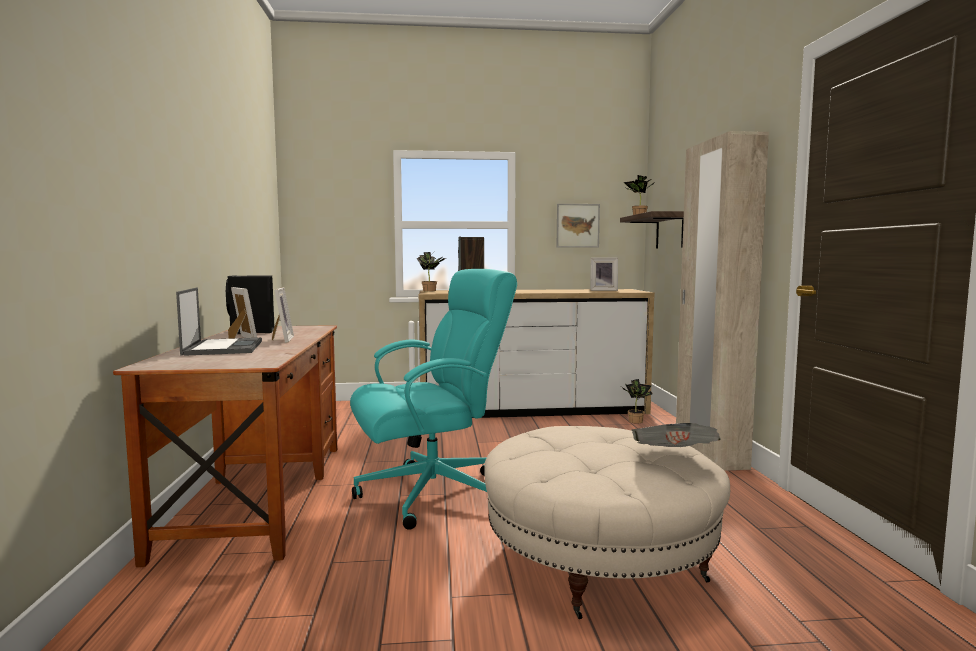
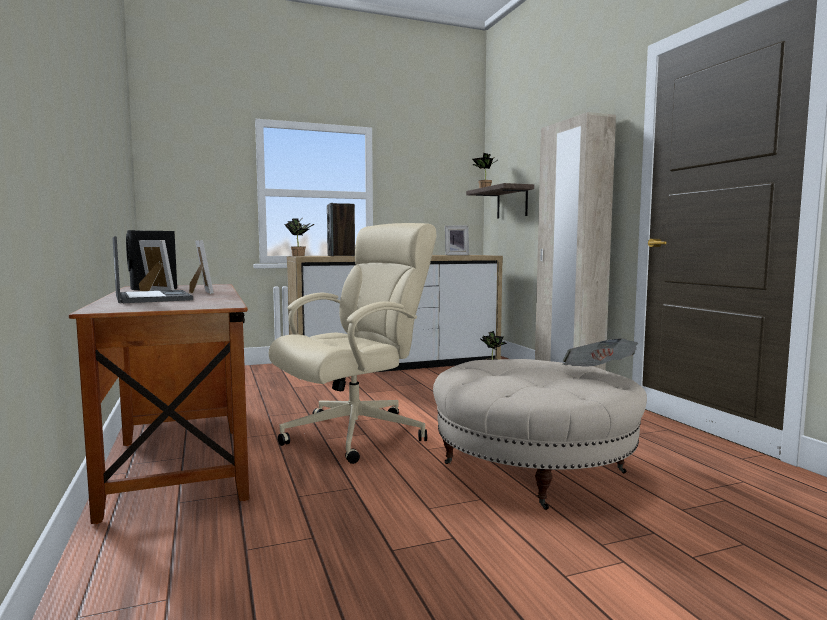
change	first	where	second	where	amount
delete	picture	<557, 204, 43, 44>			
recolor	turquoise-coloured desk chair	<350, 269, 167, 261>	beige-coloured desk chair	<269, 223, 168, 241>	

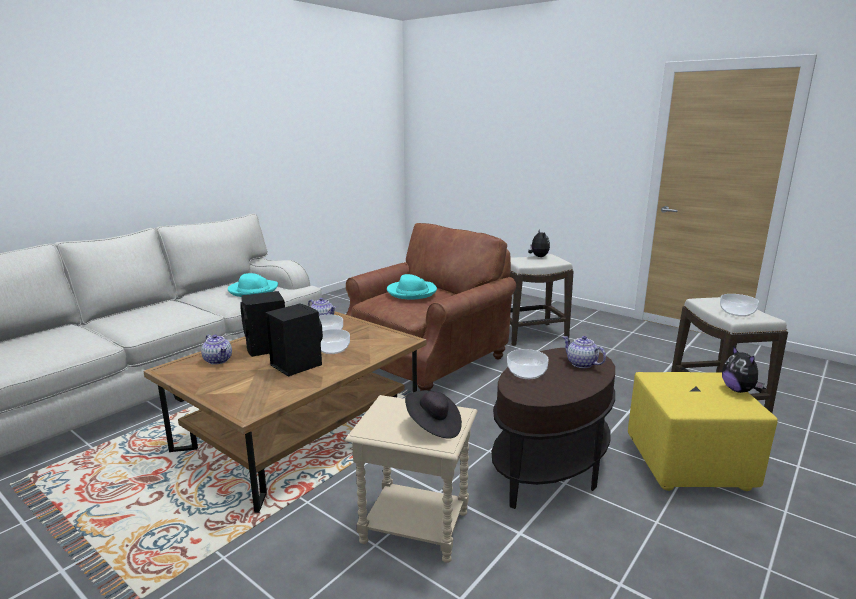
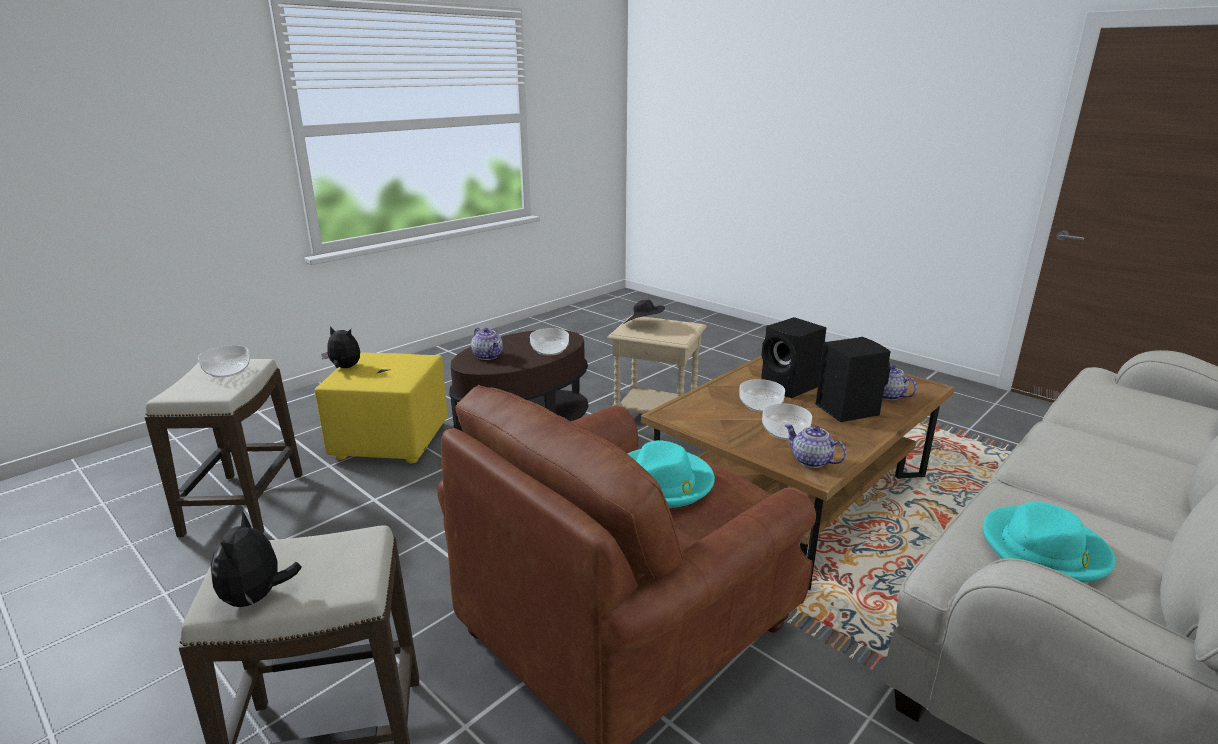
change	first	where	second	where	amount
rotate	cuddly toy	<722, 346, 42, 47>		<321, 326, 39, 42>	60 degrees counterclockwise

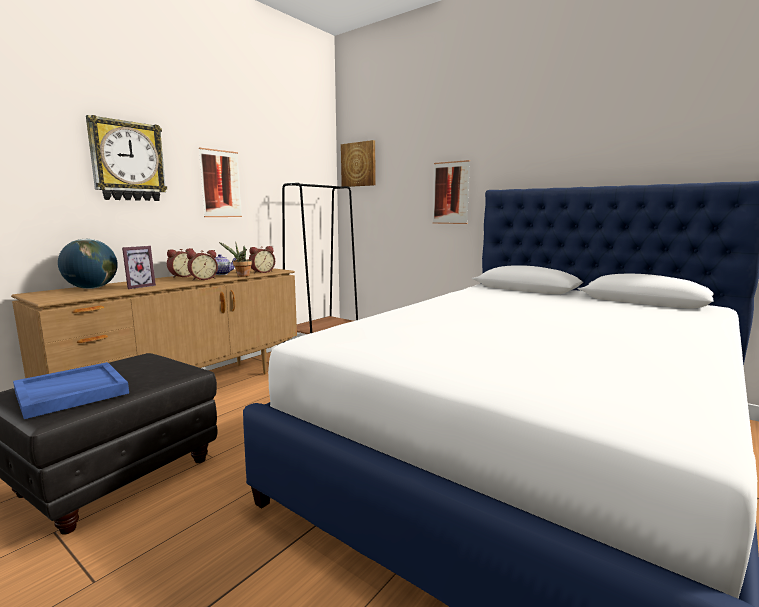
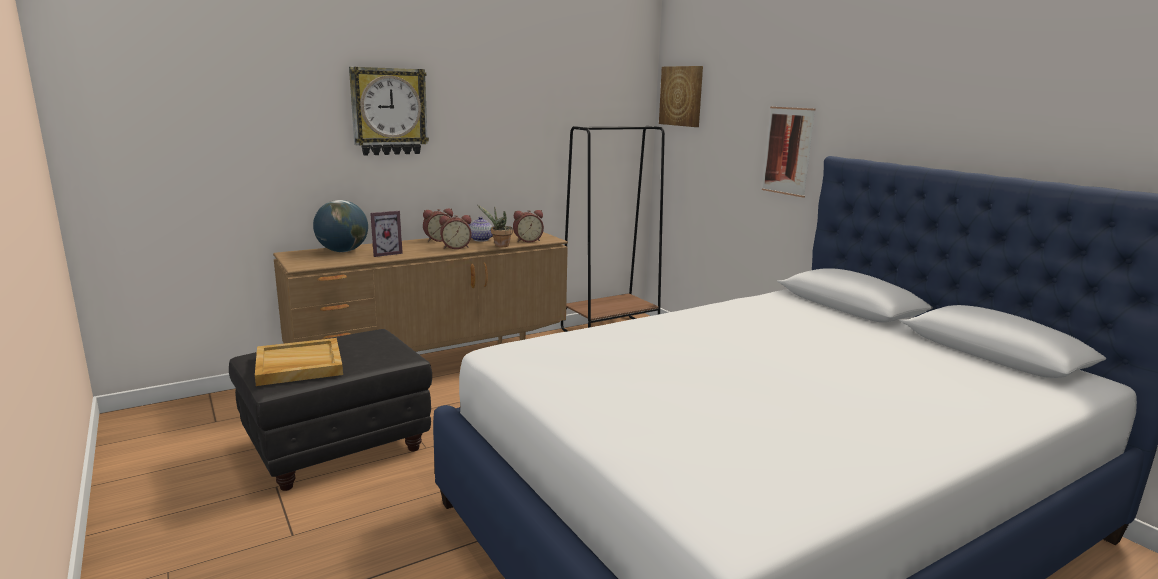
change	first	where	second	where	amount
delete	picture	<199, 148, 43, 69>			
recolor	bluish carrying tray	<13, 362, 116, 57>	beige-coloured carrying tray	<255, 338, 88, 48>	

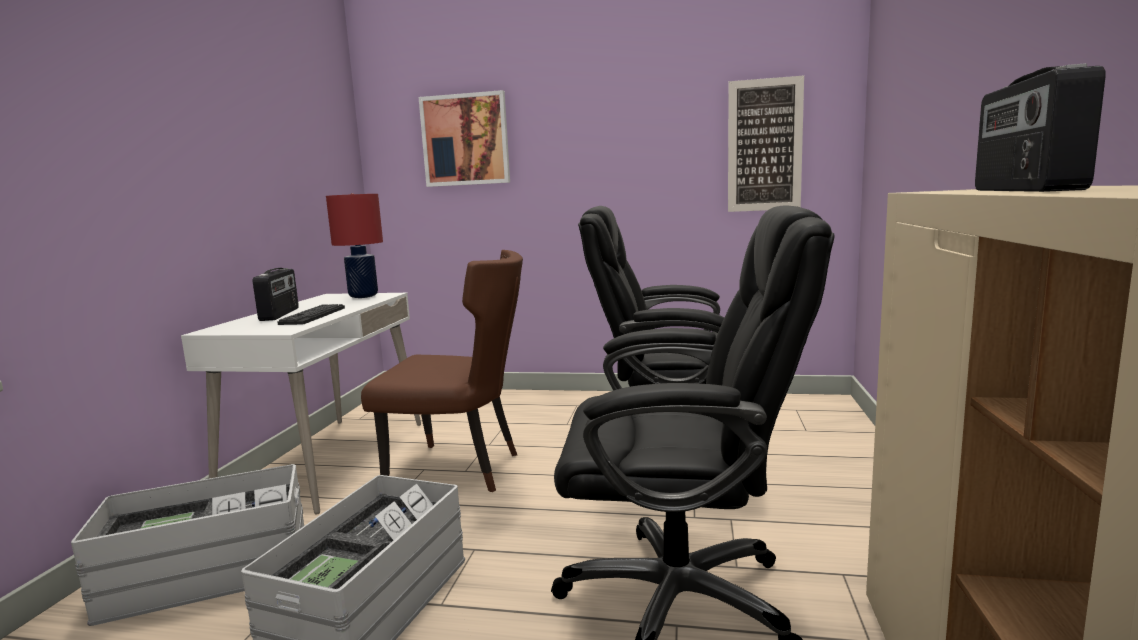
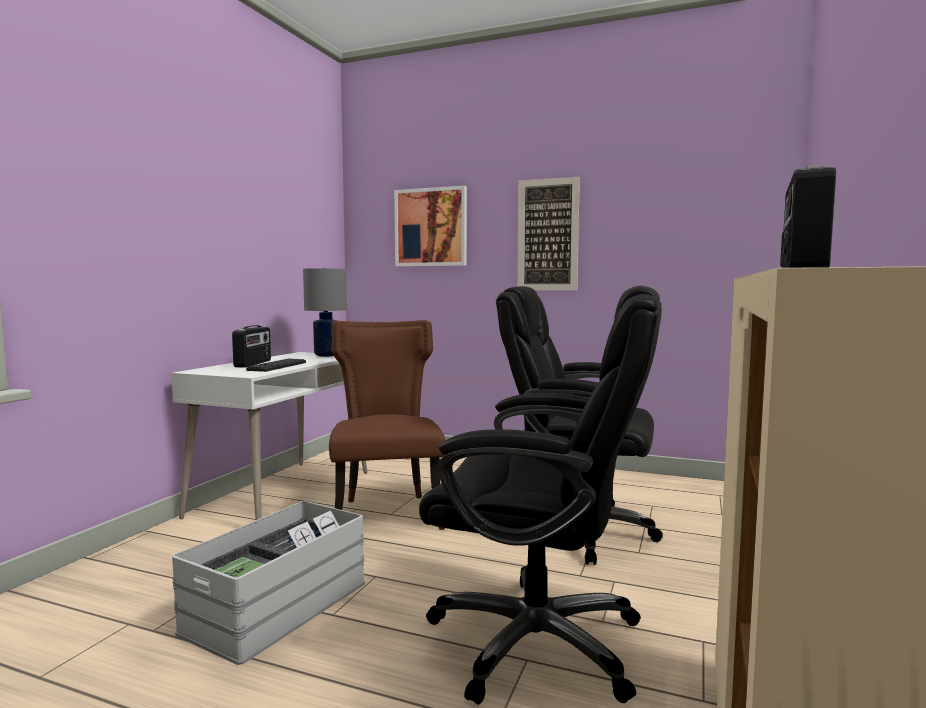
change	first	where	second	where	amount
move	picture	<728, 76, 76, 136>		<517, 177, 63, 114>	
recolor	reddish lamp for a table	<326, 193, 57, 105>	gray lamp for a table	<303, 268, 44, 89>	
rotate	brownish upright chair	<361, 250, 162, 242>		<329, 320, 116, 210>	120 degrees counterclockwise
delete	gray storage bin	<71, 464, 233, 162>			

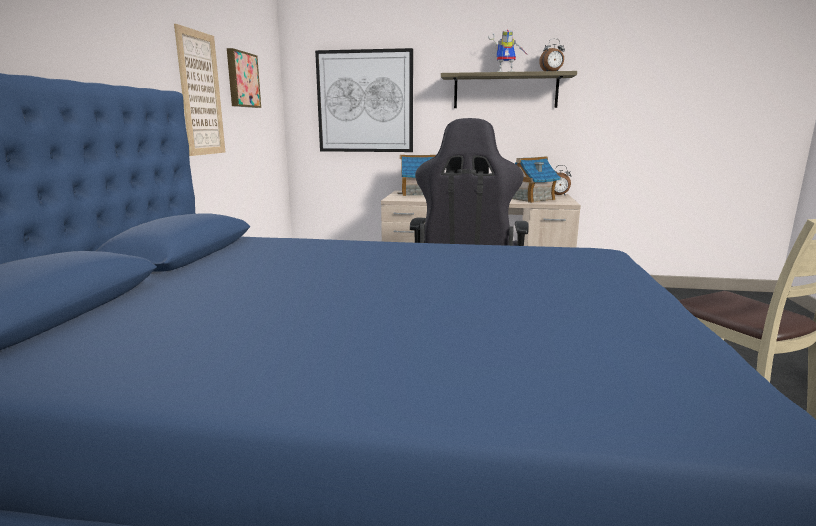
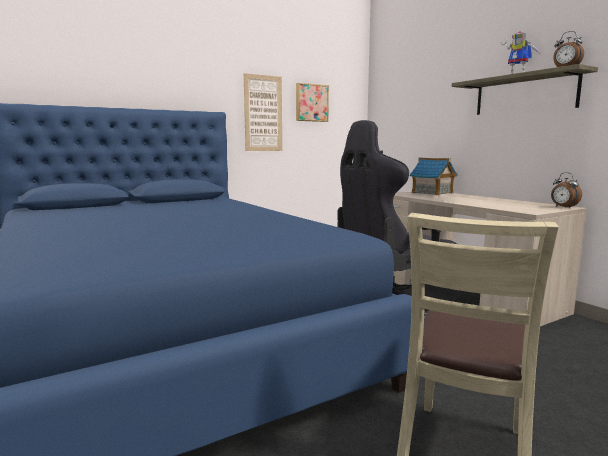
change	first	where	second	where	amount
delete	picture	<315, 48, 98, 104>			
delete	model house	<512, 157, 49, 46>			

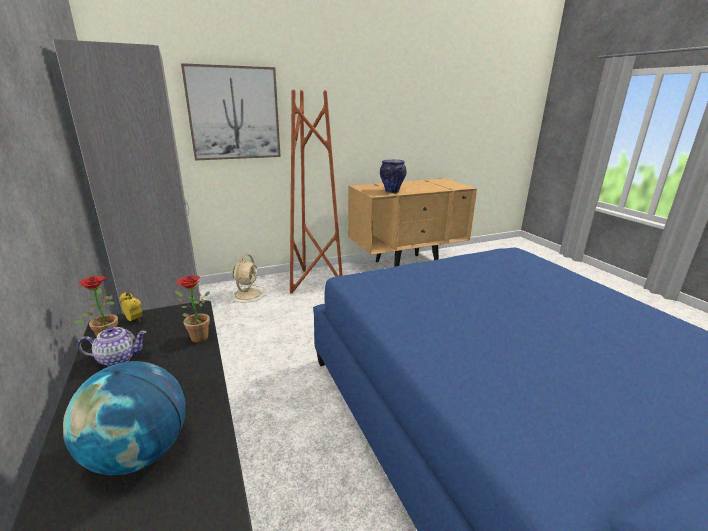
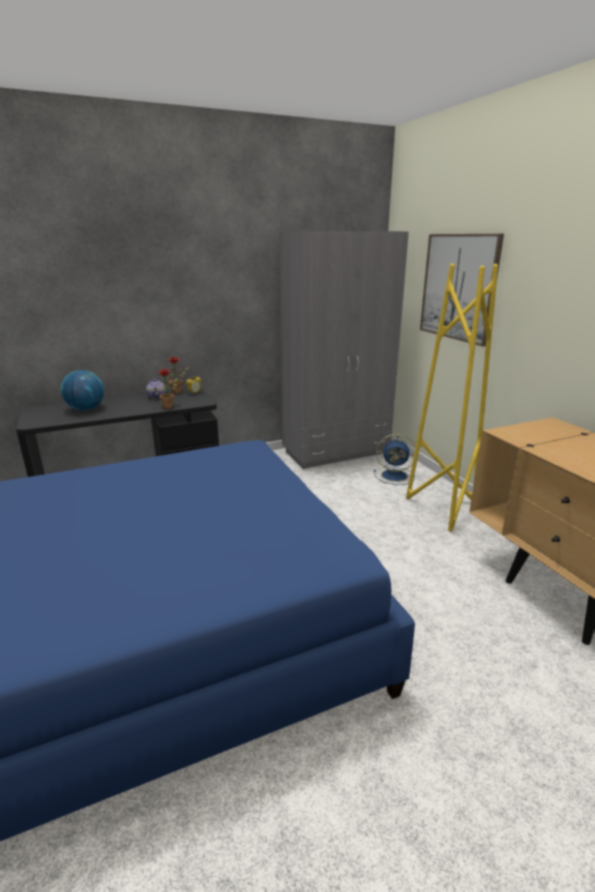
change	first	where	second	where	amount
recolor	brownish clothes rack	<290, 89, 52, 205>	yellow clothes rack	<406, 263, 92, 269>	
delete	decorative vase	<380, 159, 26, 34>			
recolor	beige-coloured fan	<230, 254, 37, 48>	bluish fan	<374, 434, 42, 51>	

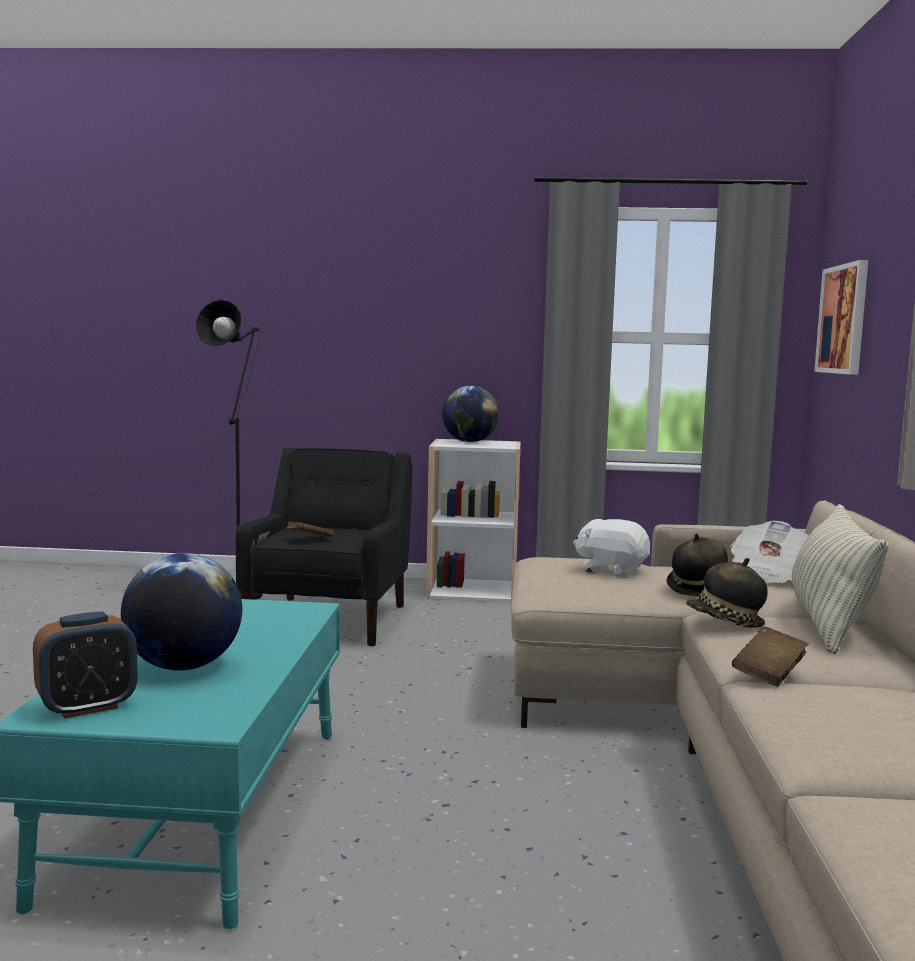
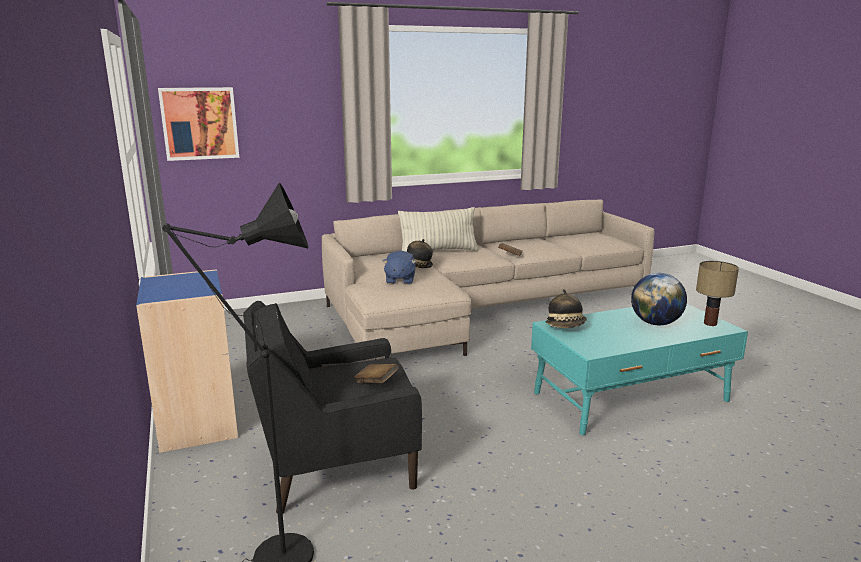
change	first	where	second	where	amount
delete	globe	<442, 386, 57, 56>			
recolor	white-coloured shelving unit	<426, 439, 95, 164>	bluish shelving unit	<136, 269, 102, 184>	
recolor	white-coloured cuddly toy	<573, 519, 77, 58>	bluish cuddly toy	<382, 250, 34, 35>	
delete	printed paper	<730, 521, 79, 62>			
move	clothing hat	<686, 558, 81, 70>		<545, 289, 42, 39>	
replace	alarm clock	<33, 611, 105, 108>	lamp for a table	<696, 261, 43, 65>	

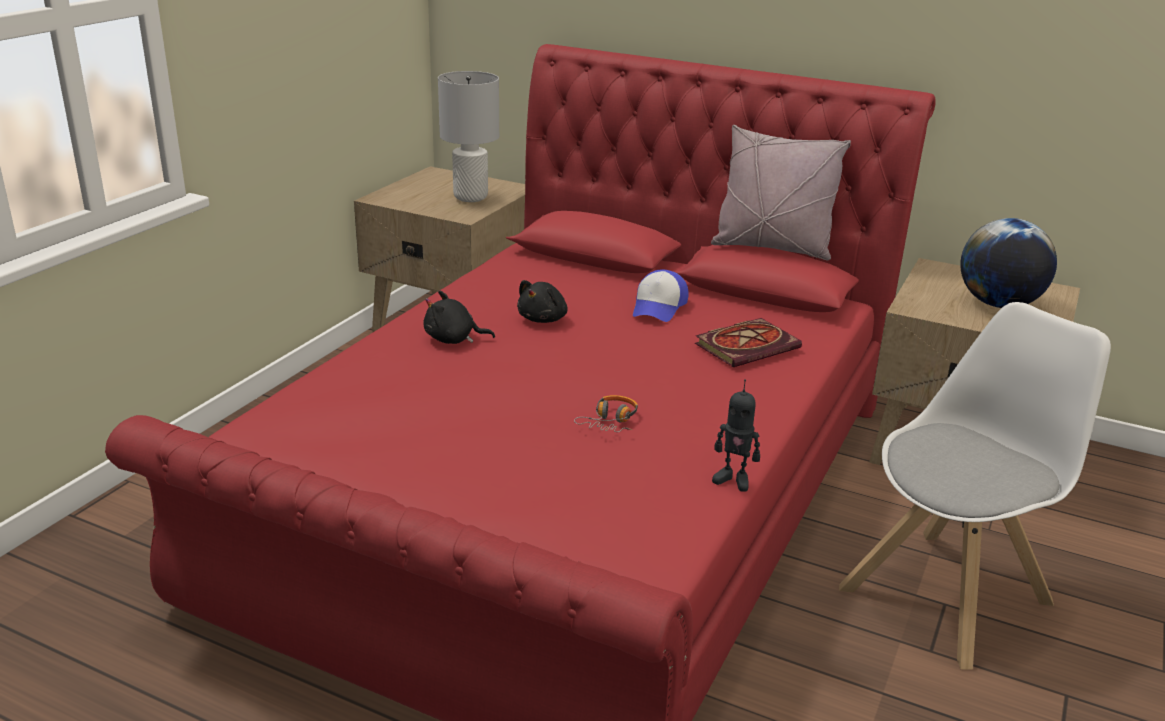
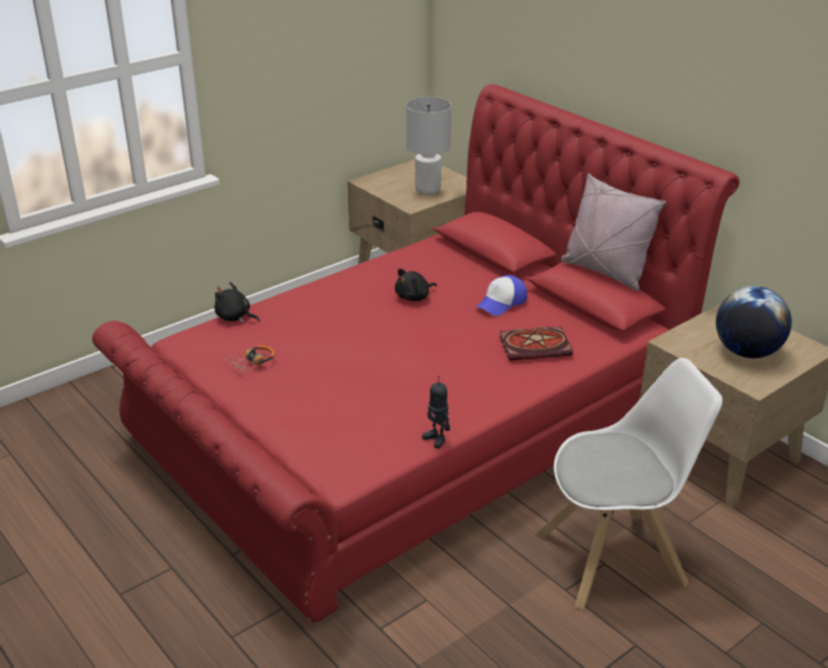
change	first	where	second	where	amount
move	black-coloured cuddly toy	<424, 290, 71, 54>		<214, 282, 46, 41>	
move	headset	<574, 395, 64, 37>		<225, 346, 49, 26>	

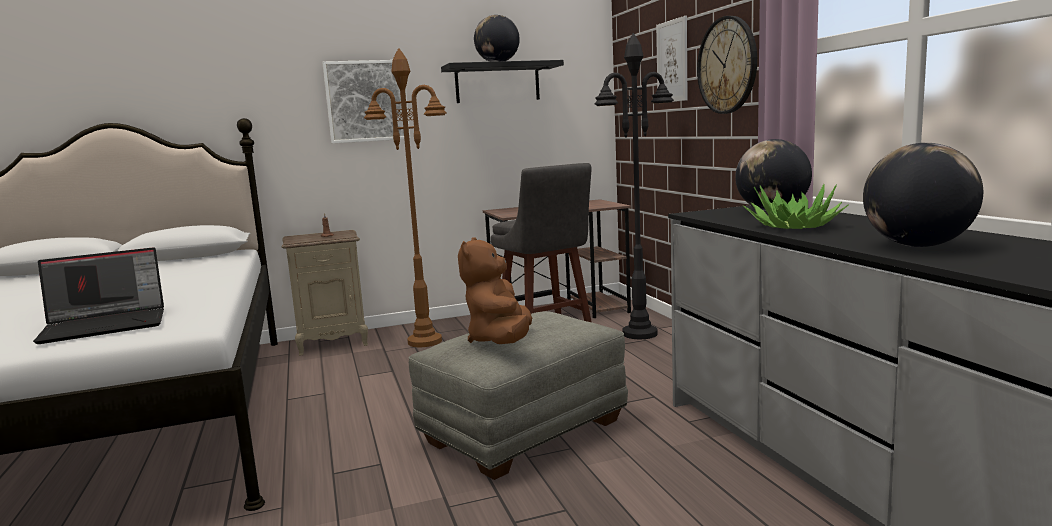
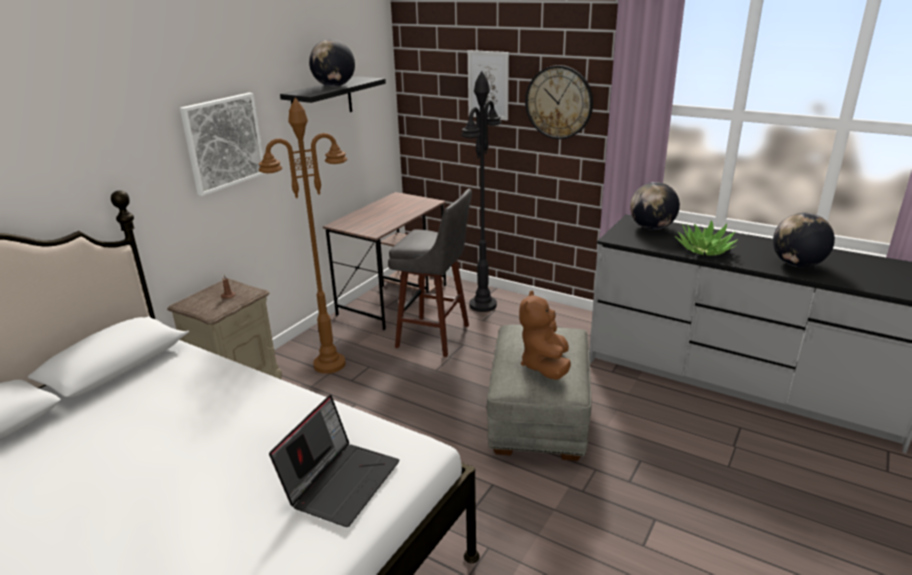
change	first	where	second	where	amount
rotate	brownish cuddly toy	<458, 238, 74, 106>		<519, 291, 52, 89>	45 degrees clockwise

